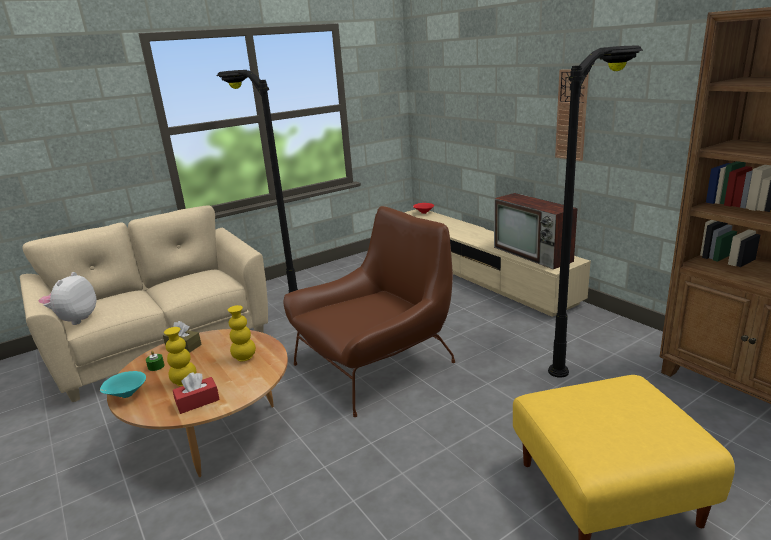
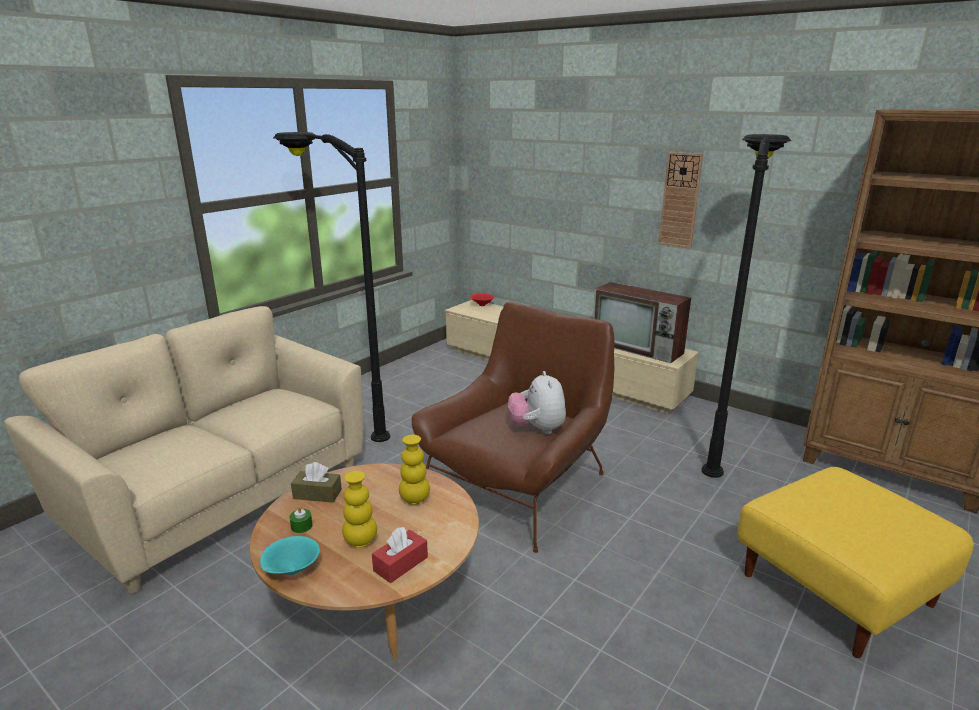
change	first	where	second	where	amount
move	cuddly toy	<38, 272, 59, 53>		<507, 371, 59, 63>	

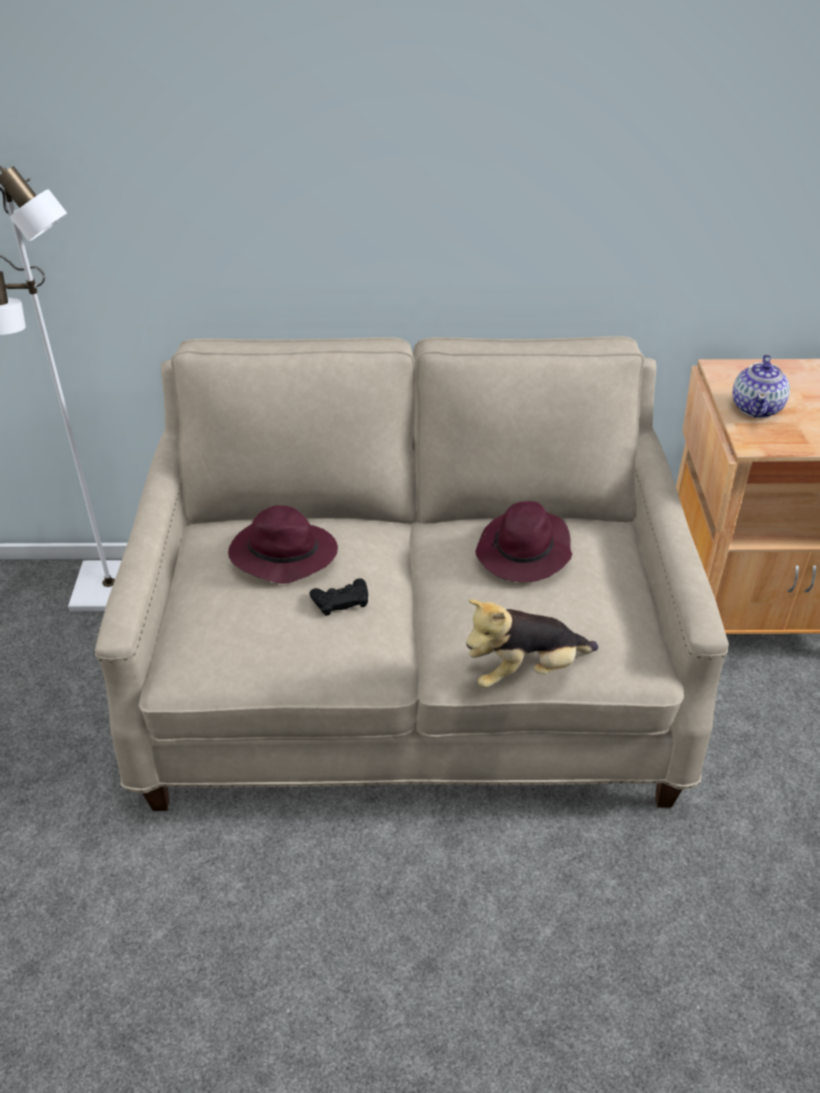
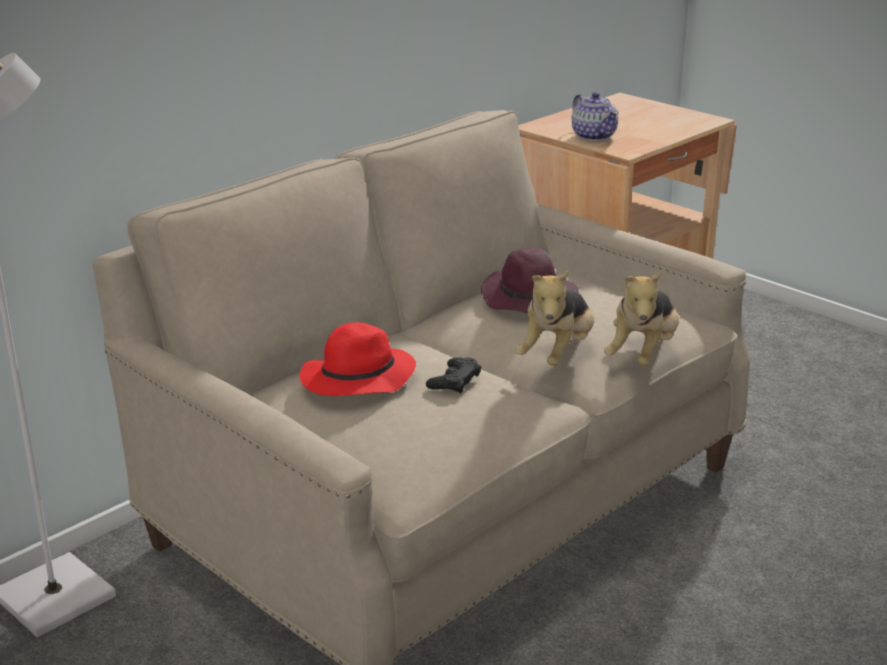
change	first	where	second	where	amount
recolor	purple-coloured clothing hat	<228, 505, 110, 79>	reddish clothing hat	<300, 322, 116, 74>	
insert			cuddly toy	<515, 270, 79, 96>	

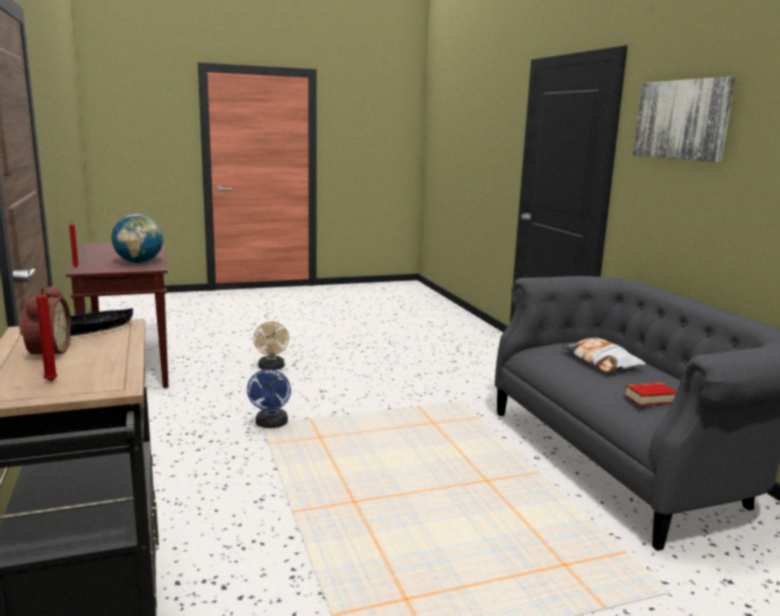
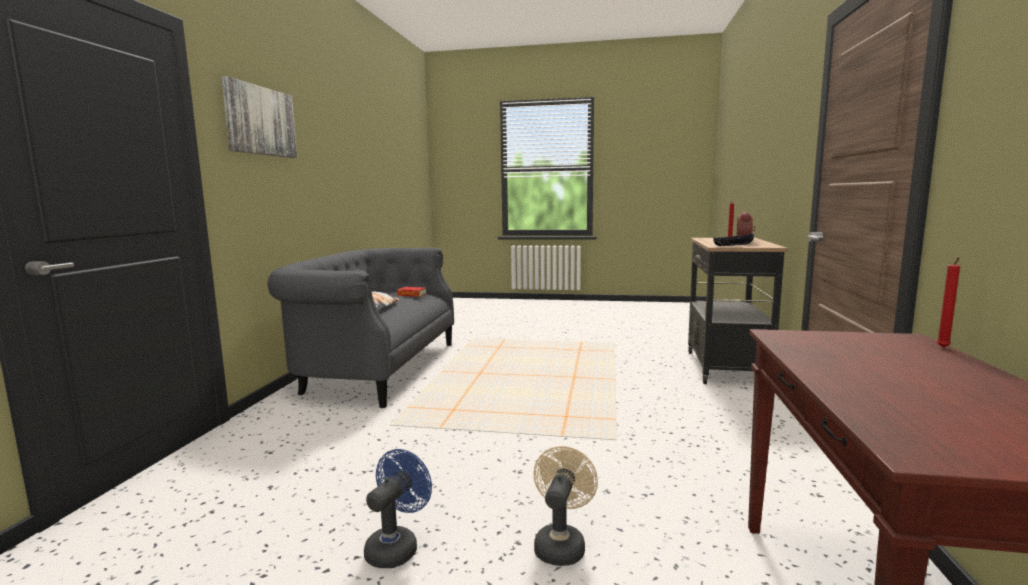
change	first	where	second	where	amount
delete	globe	<111, 214, 52, 49>			
move	bluish fan	<247, 369, 44, 59>		<364, 449, 68, 119>	

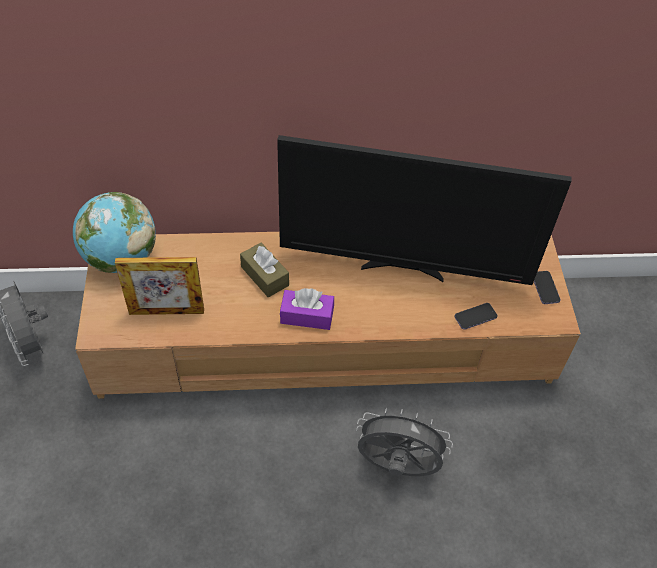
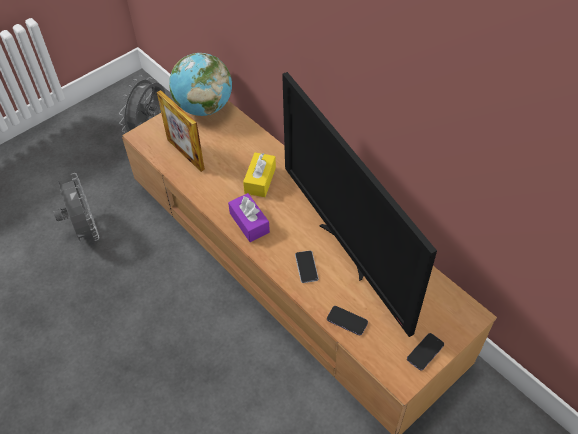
change	first	where	second	where	amount
recolor	brownish tissue box	<240, 243, 49, 54>	yellow tissue box	<243, 153, 33, 44>	
move	gray fan	<356, 408, 97, 68>		<54, 173, 45, 69>	
insert			telephone	<295, 250, 24, 33>	

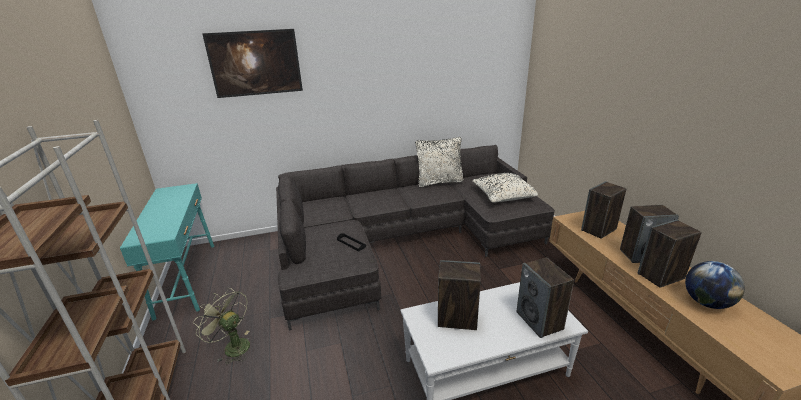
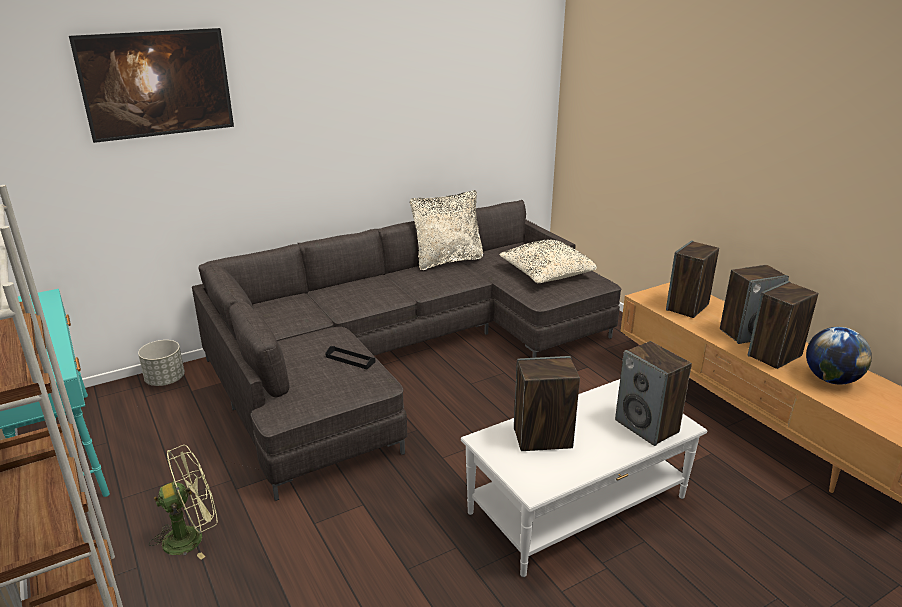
change	first	where	second	where	amount
rotate	green-coloured fan	<193, 288, 57, 76>		<149, 445, 68, 115>	135 degrees clockwise
insert			gray planter	<138, 340, 47, 46>	

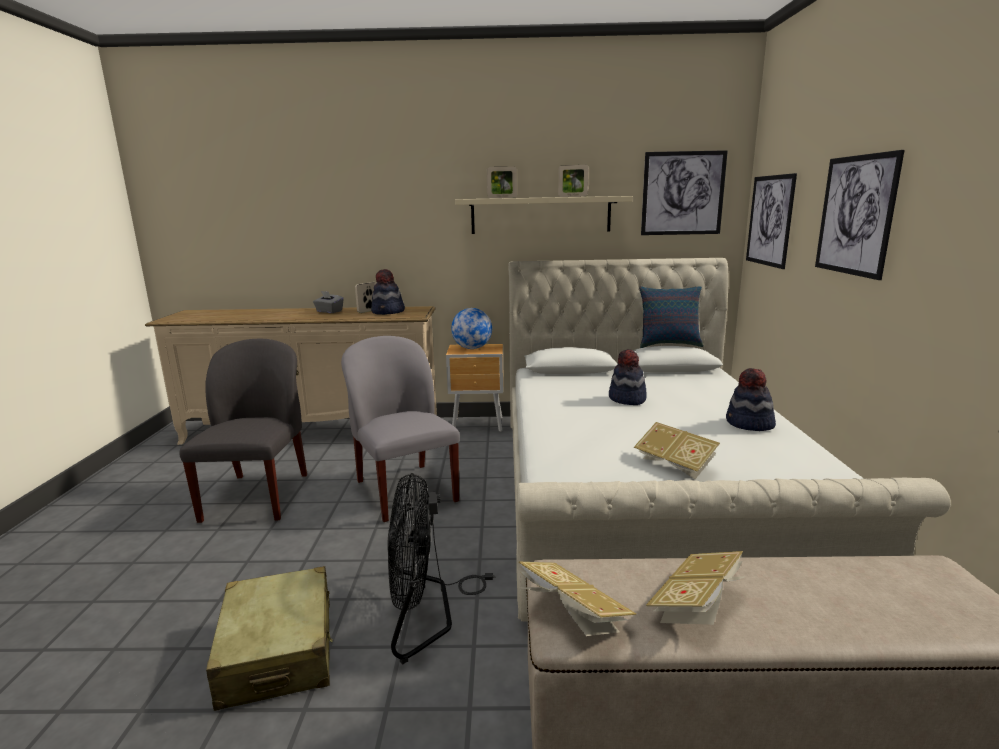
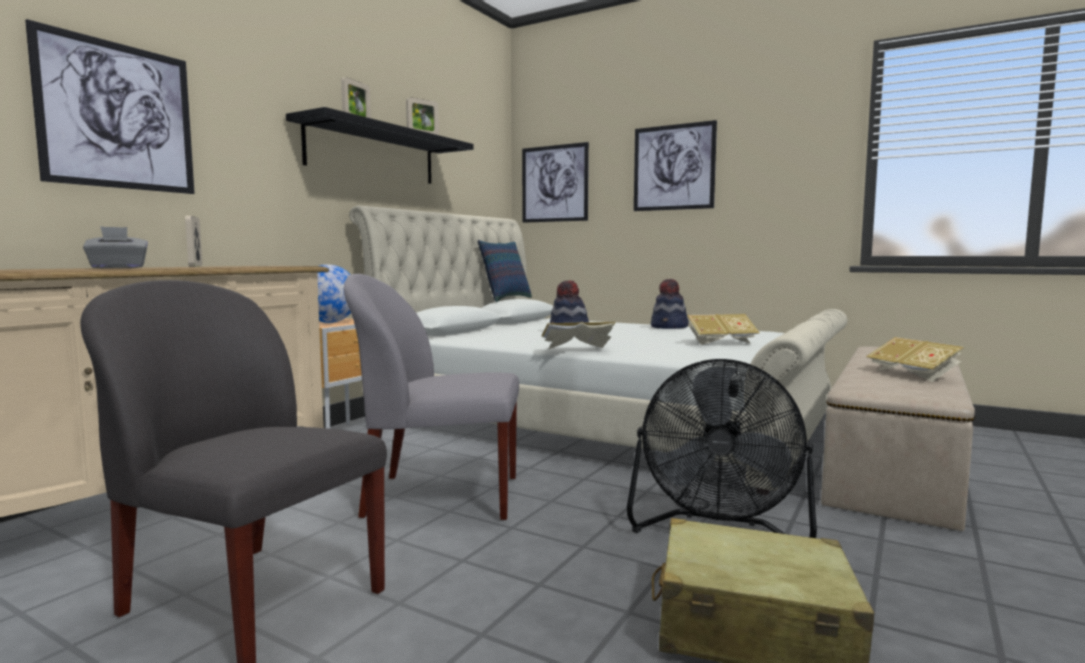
change	first	where	second	where	amount
move	picture	<641, 150, 87, 85>		<25, 19, 170, 175>	
recolor	beige-coloured wall shelf	<455, 196, 178, 38>	black-coloured wall shelf	<286, 107, 188, 77>	
delete	clothing hat	<371, 269, 34, 46>			
move	book	<518, 562, 118, 74>		<541, 322, 75, 27>	

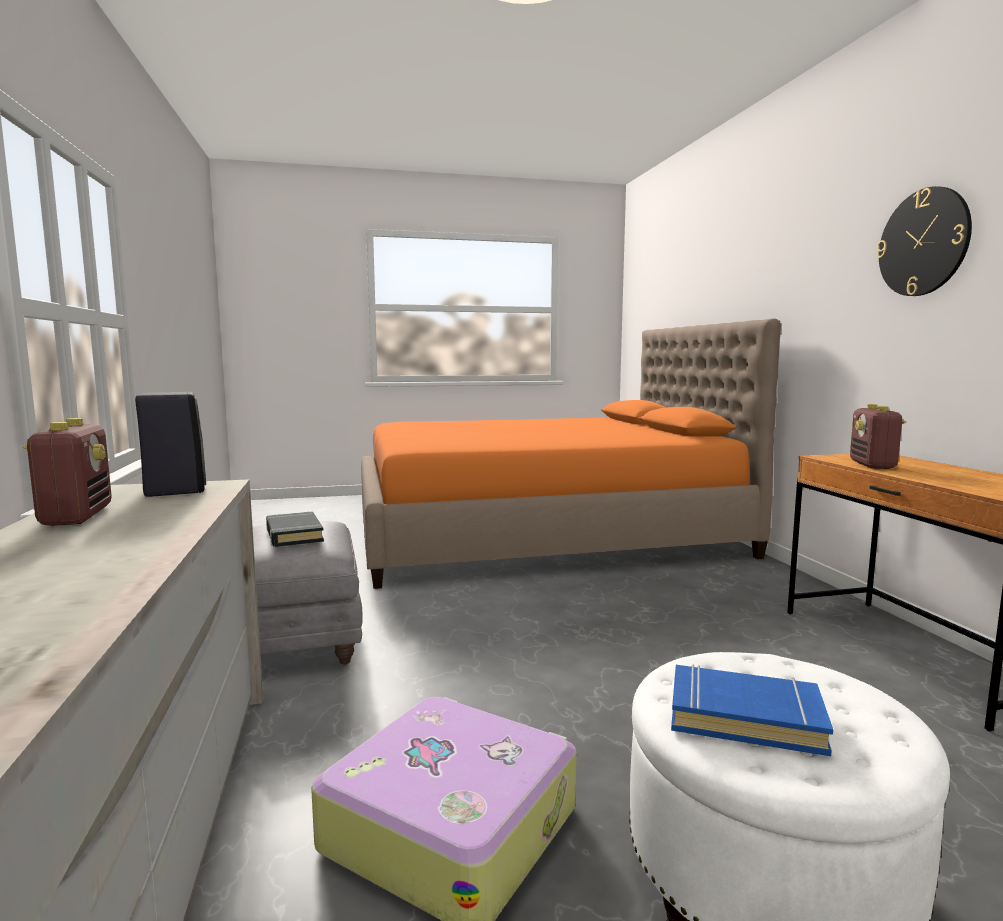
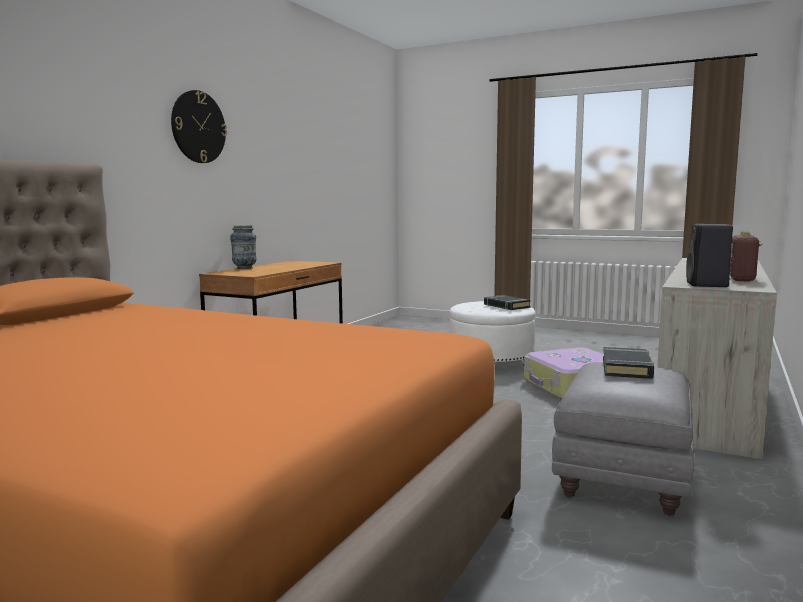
change	first	where	second	where	amount
delete	radio set	<850, 404, 56, 65>			
recolor	bluish book	<671, 665, 162, 91>	black-coloured book	<484, 295, 47, 15>	
insert			decorative vase	<230, 225, 27, 44>	

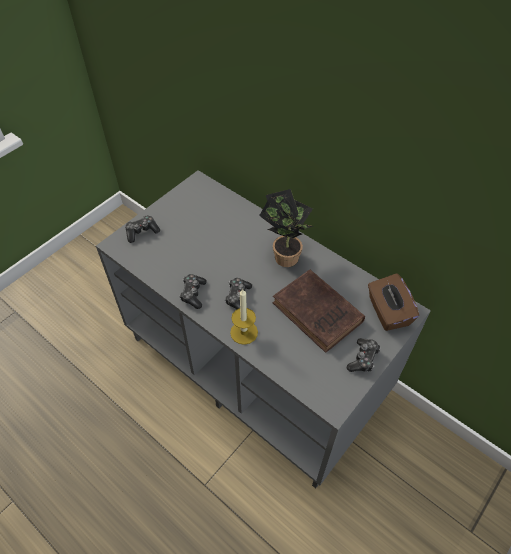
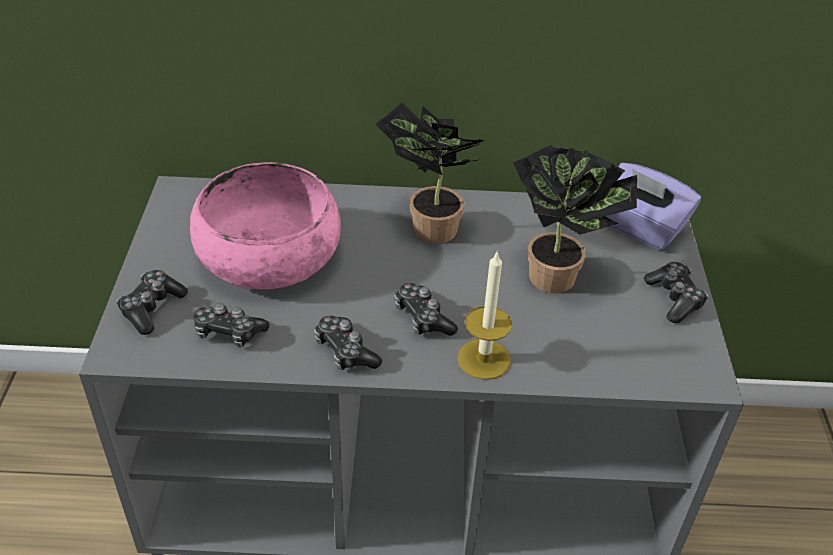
change	first	where	second	where	amount
replace	brownish book	<272, 269, 93, 84>	plant in a pot	<513, 144, 124, 149>	
recolor	brownish tissue box	<368, 273, 51, 58>	purple-coloured tissue box	<606, 163, 95, 87>	
insert			pinkish deep dish	<190, 162, 151, 127>	
insert			gamepad	<194, 303, 75, 44>	

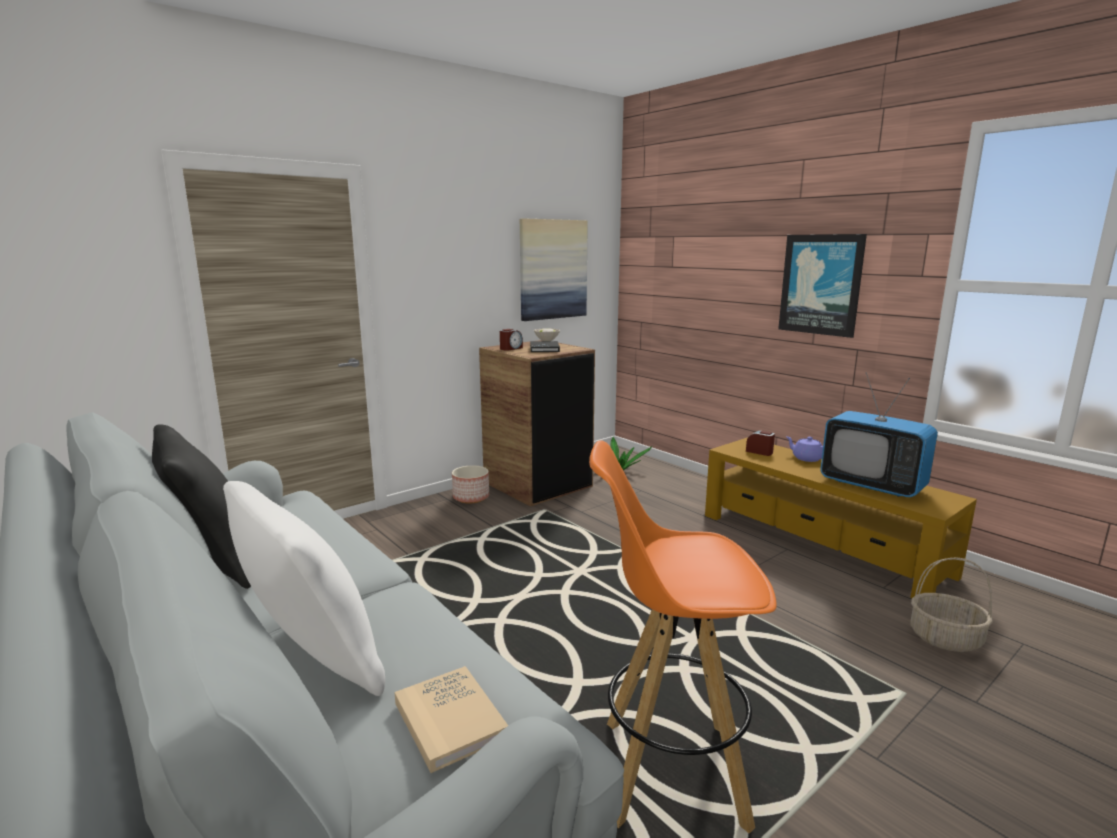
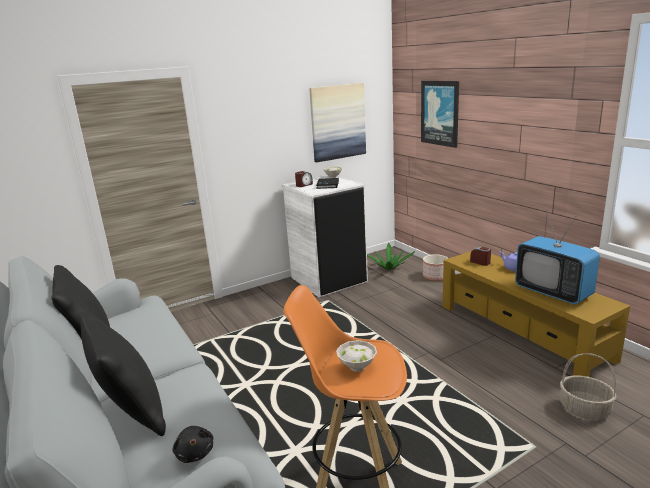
change	first	where	second	where	amount
move	picture	<778, 234, 89, 104>		<421, 81, 38, 67>	
recolor	brownish cabinet	<479, 340, 116, 166>	white-coloured cabinet	<283, 176, 85, 121>	
move	planter	<452, 465, 37, 38>		<423, 254, 25, 27>	
recolor	white-coloured cushion	<223, 481, 162, 215>	black-coloured cushion	<79, 312, 87, 124>	
replace	beige-coloured book	<394, 666, 114, 107>	black-coloured cuddly toy	<173, 426, 40, 37>	
insert			white-coloured deep dish	<336, 340, 41, 32>	

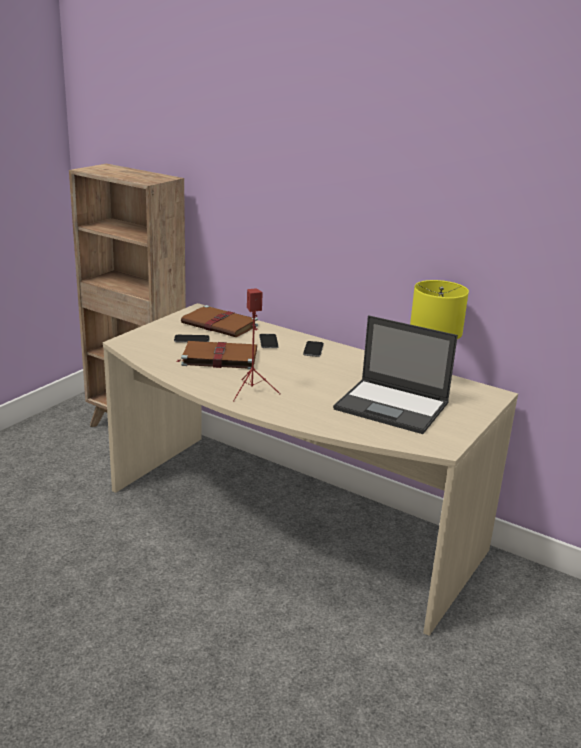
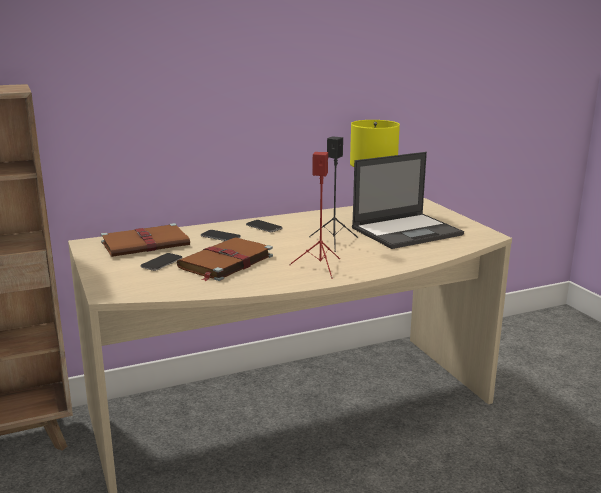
change	first	where	second	where	amount
insert			black-coloured speaker	<309, 136, 49, 116>	

